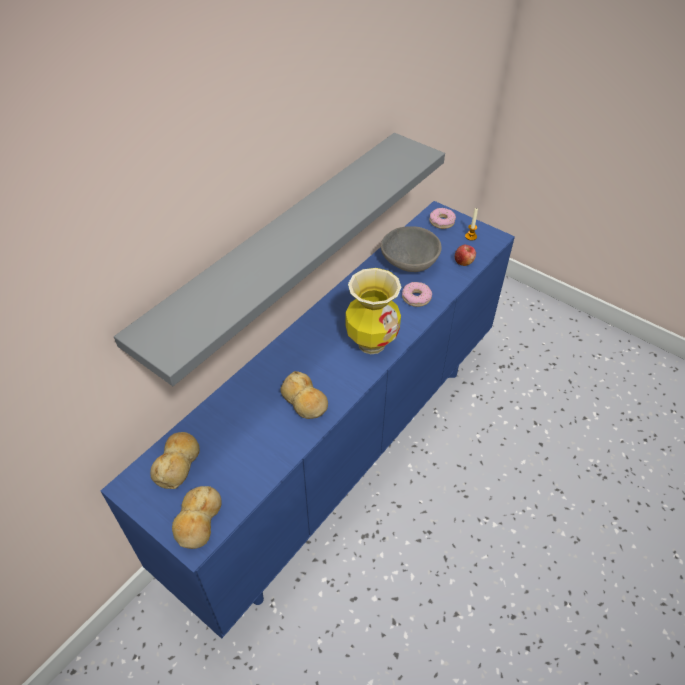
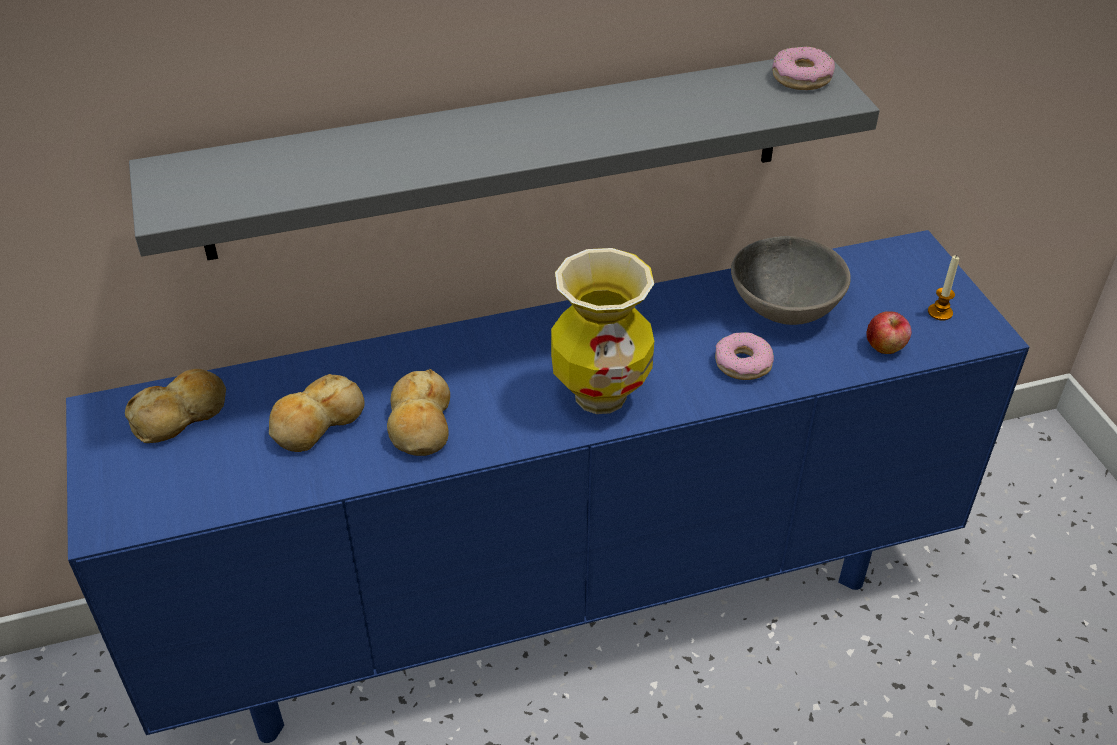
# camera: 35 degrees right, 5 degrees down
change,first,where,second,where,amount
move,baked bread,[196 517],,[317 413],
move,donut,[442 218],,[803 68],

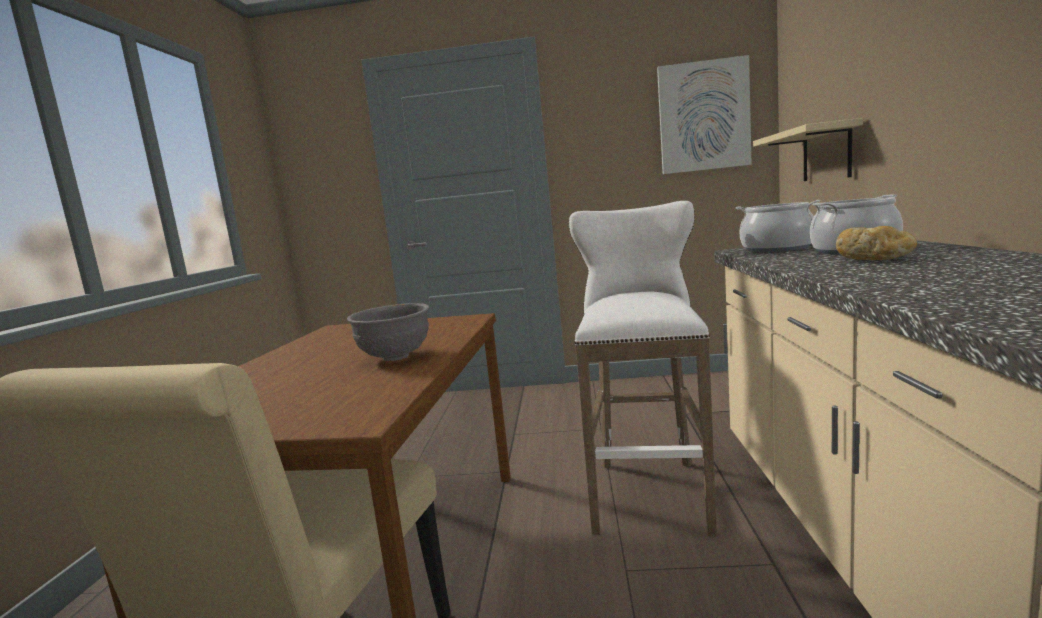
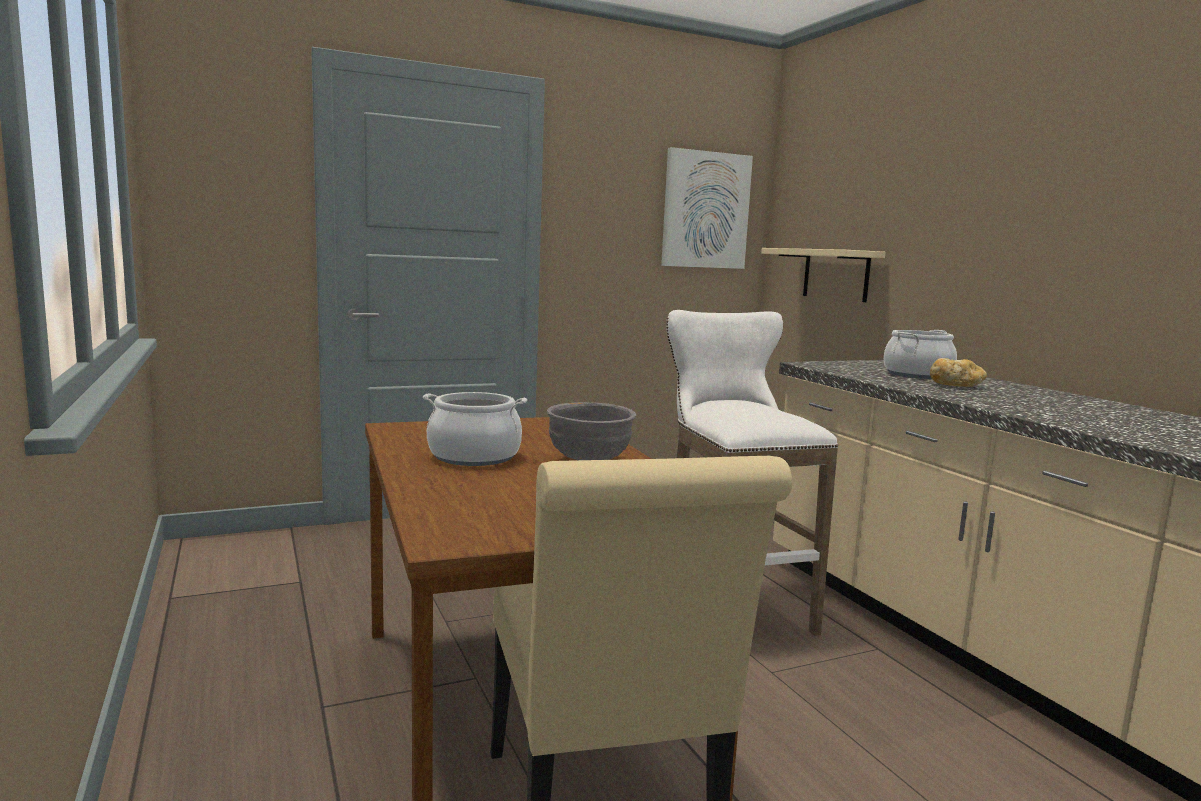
# camera: 30 degrees left, 0 degrees up
change,first,where,second,where,amount
move,cooking pot,[778 226],,[475 429],

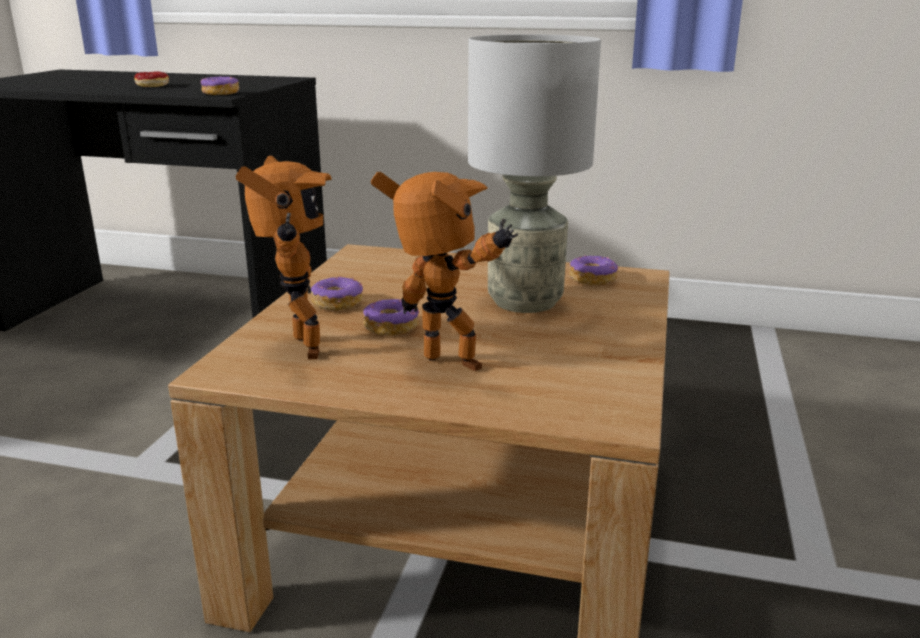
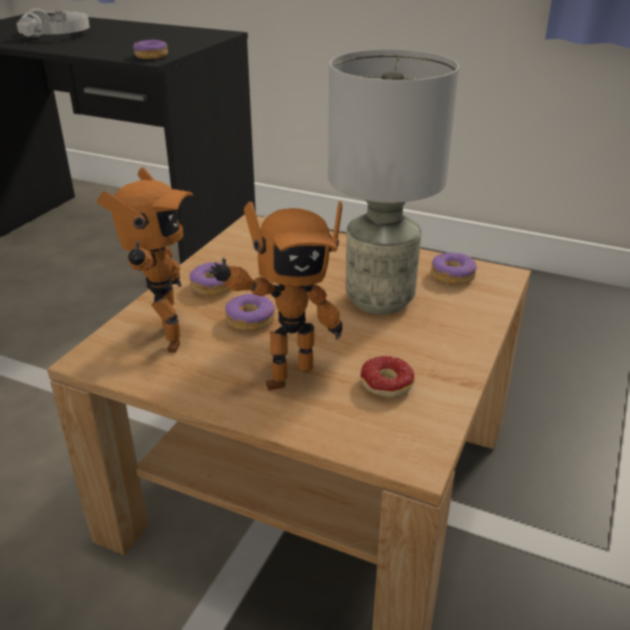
# camera: 10 degrees right, 10 degrees up
change,first,where,second,where,amount
insert,,,pair of headphones (white),[53 23],
rotate,model robot,[444 271],,[275 296],105 degrees clockwise
move,donut,[151 79],,[387 378],

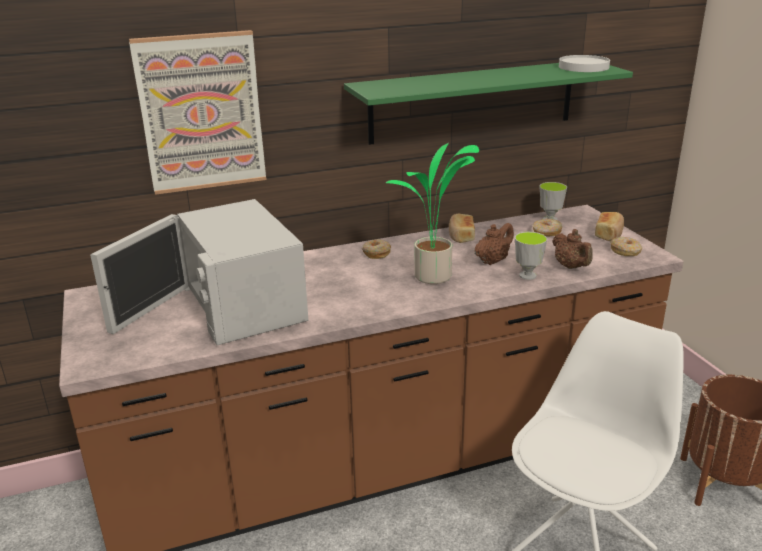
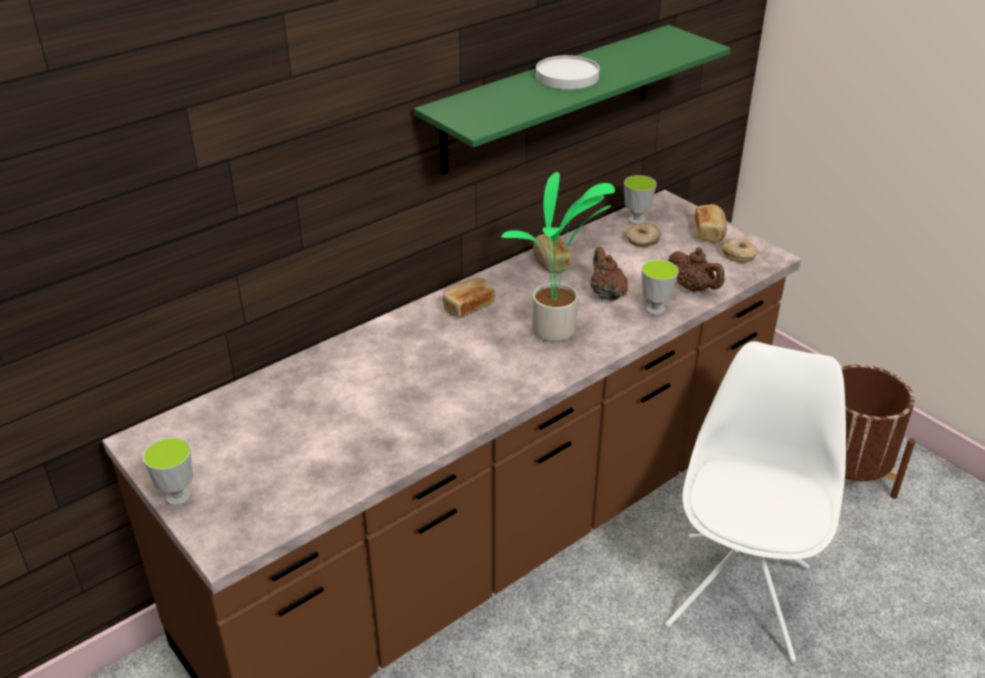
# camera: 20 degrees left, 10 degrees up
change,first,where,second,where,amount
insert,,,drinking cup,[167 471],
replace,donut,[376 249],baked bread,[469 298],
move,plate (white),[584 63],,[568 72],
rotate,pot for tea (brown),[494 244],,[609 274],45 degrees counterclockwise
delete,microwave (white),[199 272],,,
delete,picture,[198 112],,,

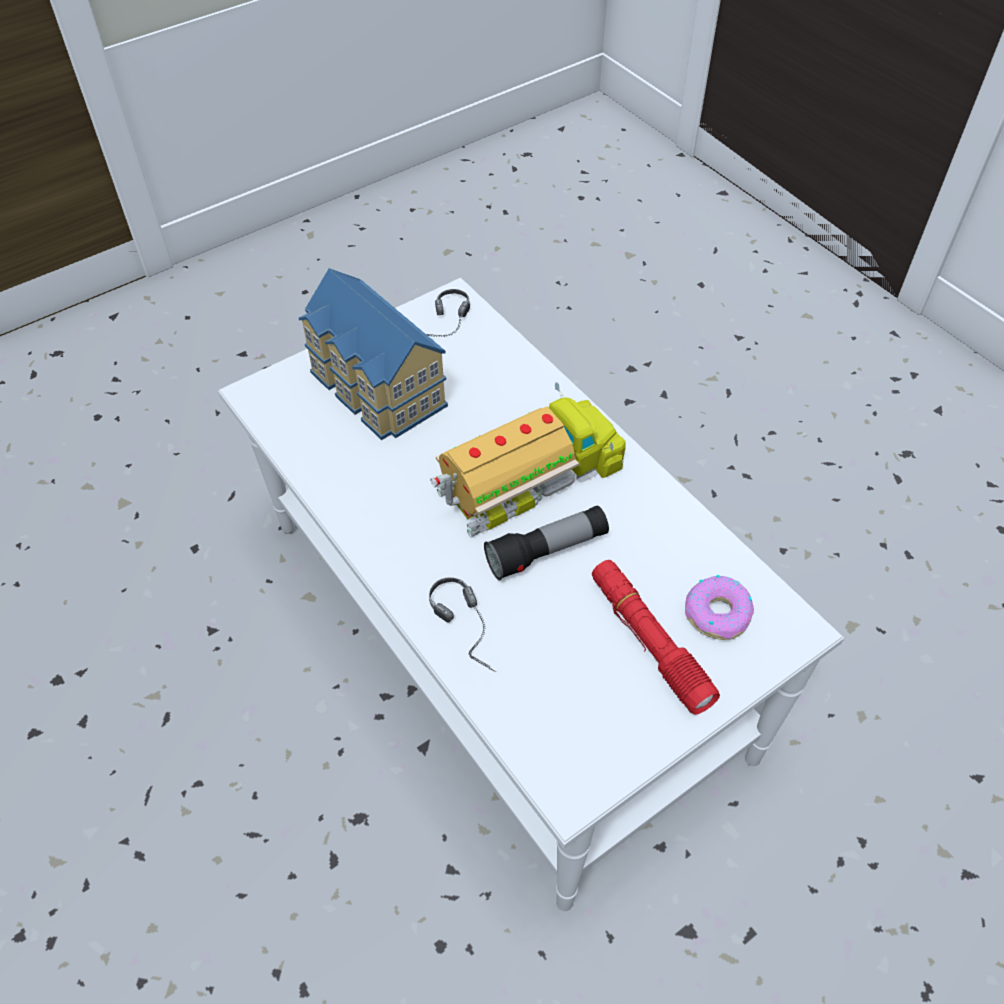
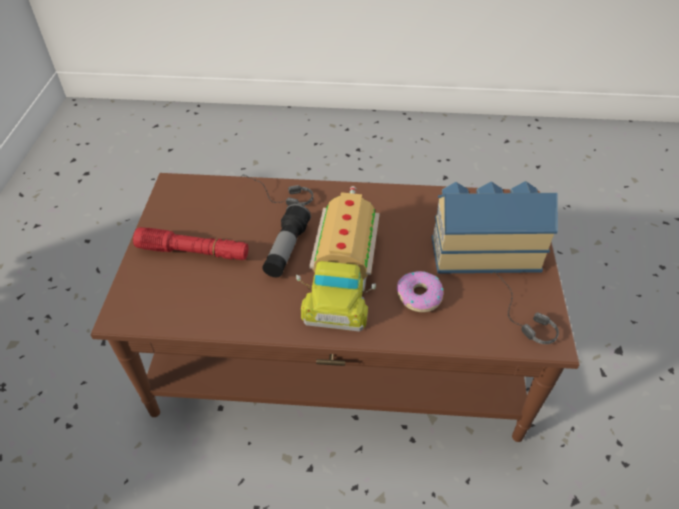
# camera: 130 degrees right, 5 degrees down
change,first,where,second,where,amount
recolor,coffee table (white),[531 594],coffee table (brown),[335 307],
move,donut,[719 607],,[420 291],

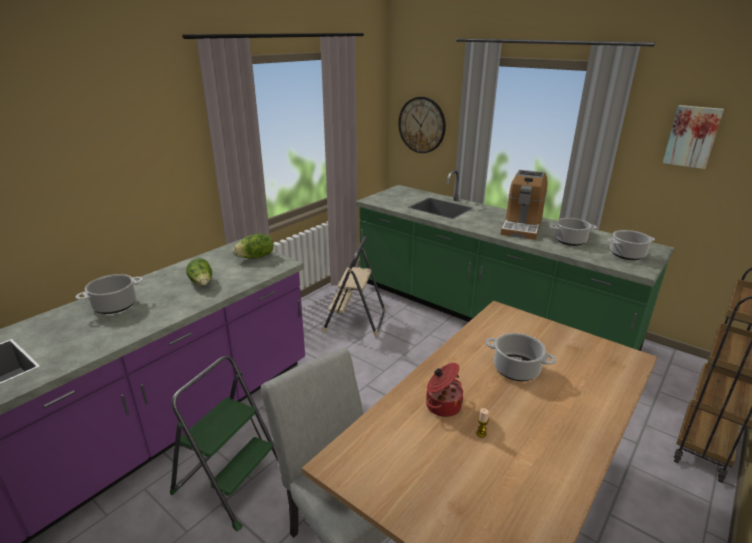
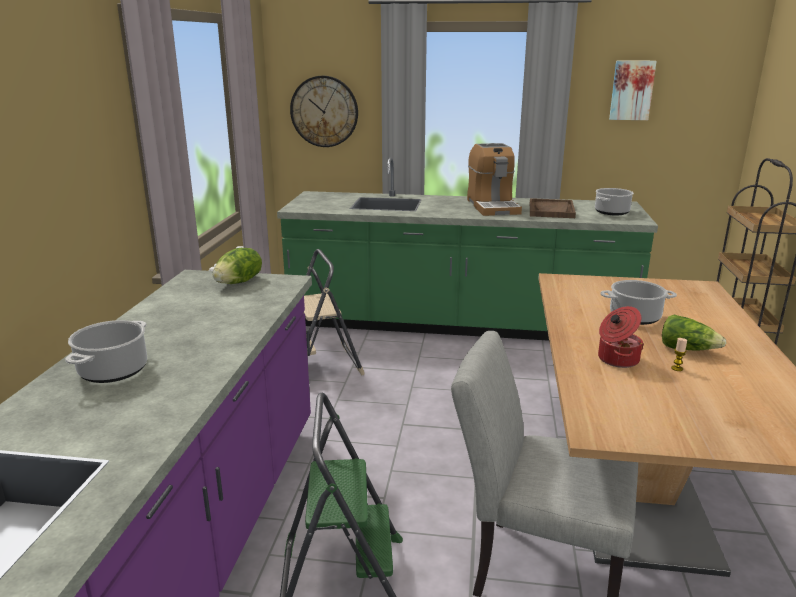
# camera: 30 degrees left, 5 degrees down
change,first,where,second,where,amount
replace,cooking pot,[573 232],tray (brown),[553 208],
move,lettuce head,[199 272],,[694 333],

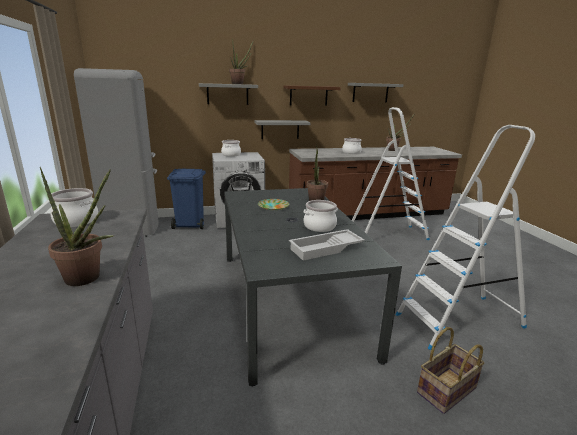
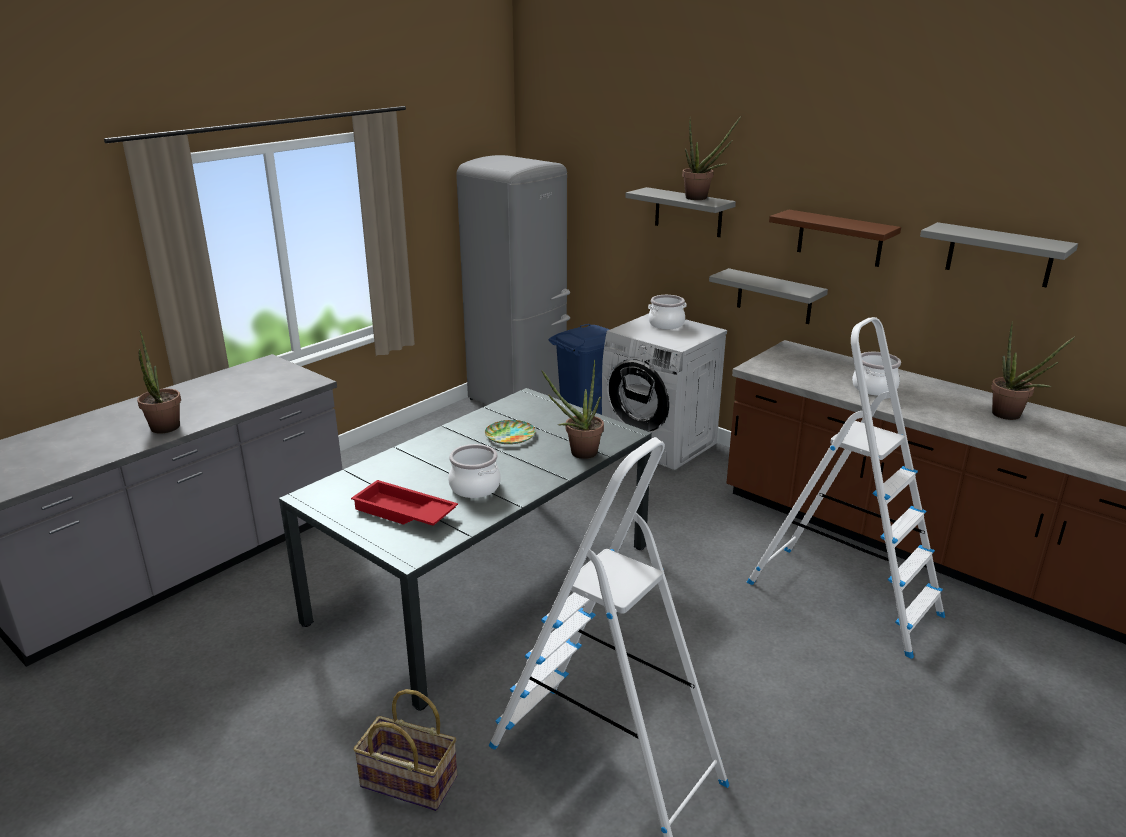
# camera: 55 degrees right, 5 degrees up
change,first,where,second,where,amount
recolor,tray (white),[327 245],tray (red-coloured),[404 503],
delete,cooking pot,[74 207],,,

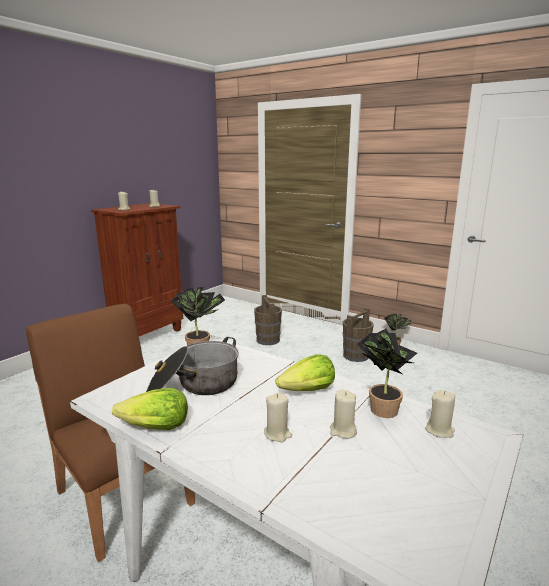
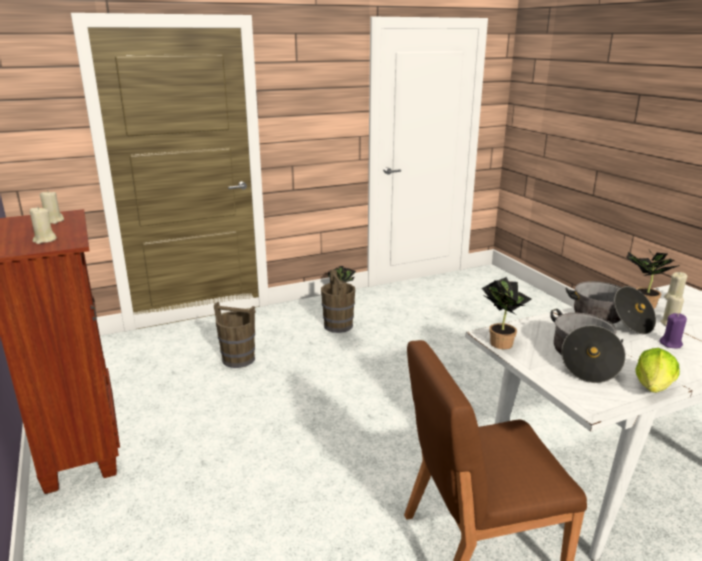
# camera: 60 degrees left, 5 degrees up
change,first,where,second,where,amount
replace,lettuce head,[305 372],cooking pot,[610 308],
recolor,candle (sand-coloured),[278 417],candle (purple),[673 330],

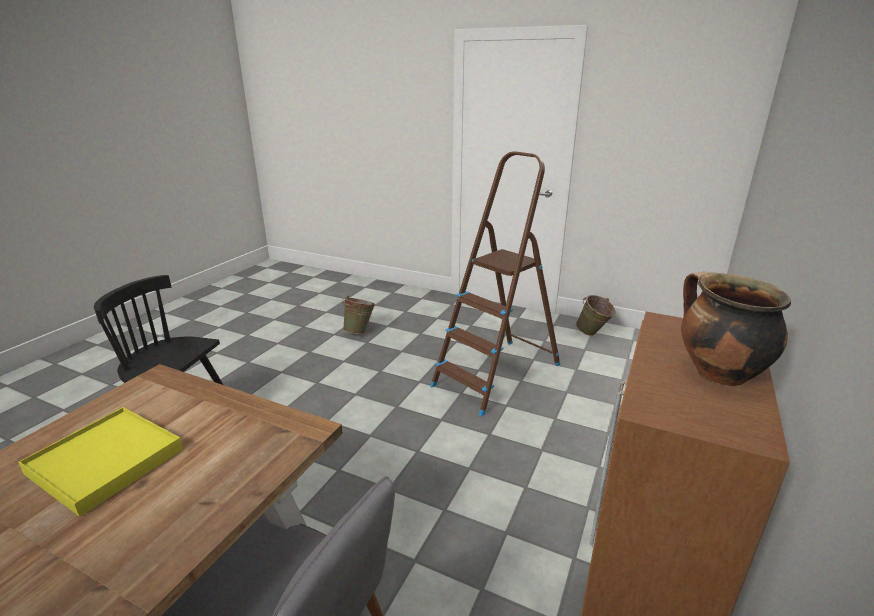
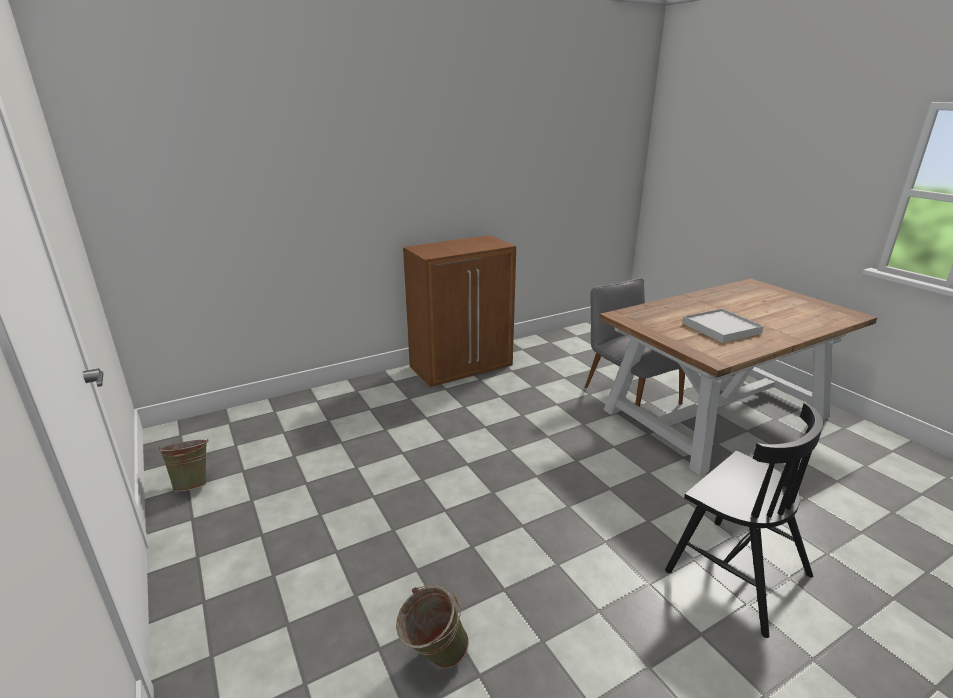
# camera: 145 degrees left, 0 degrees up
change,first,where,second,where,amount
recolor,tray (yellow),[100 462],tray (white),[723 326],
delete,step ladder (brown),[495 283],,,
delete,cooking pot,[736 329],,,

